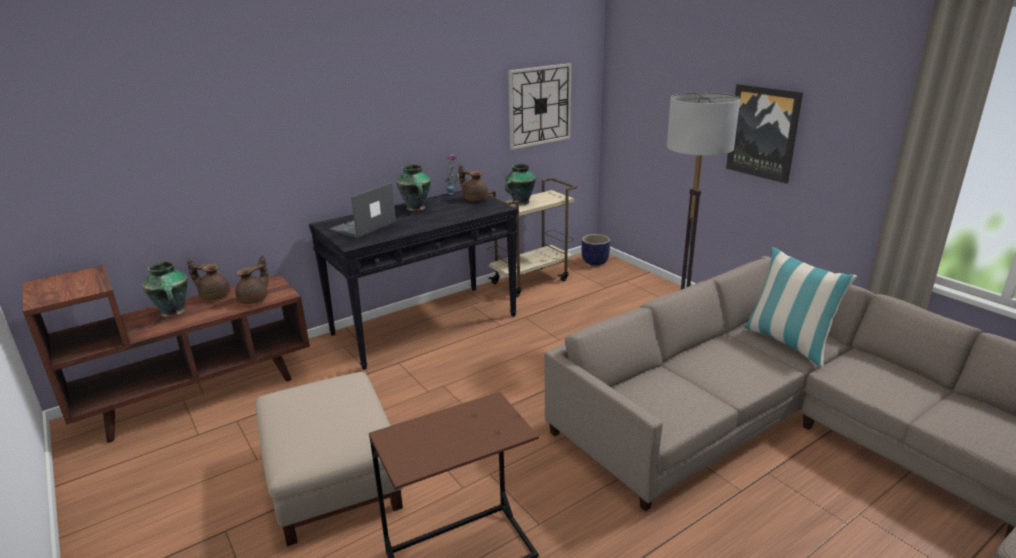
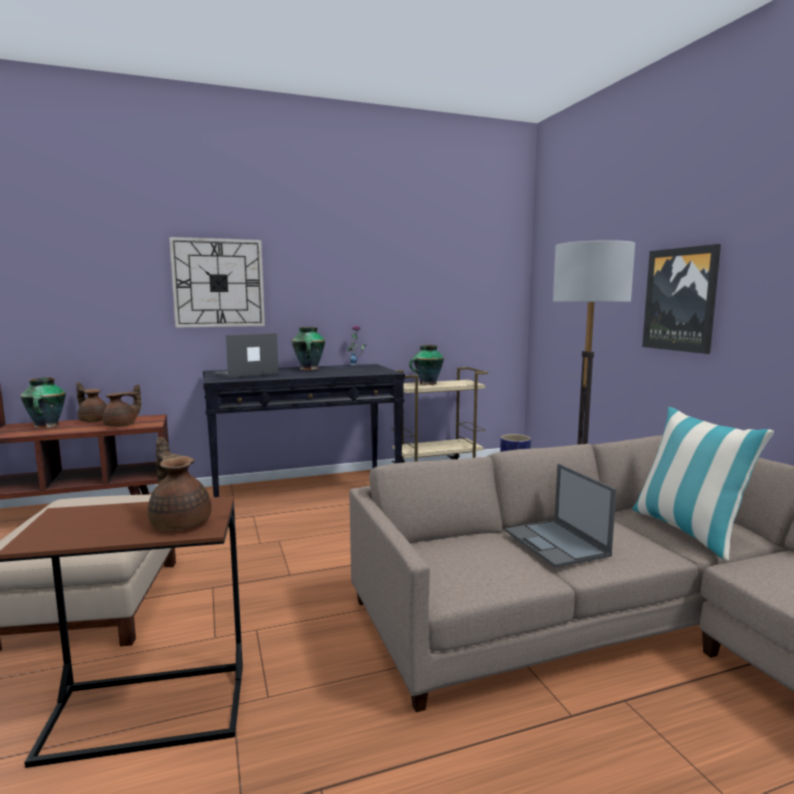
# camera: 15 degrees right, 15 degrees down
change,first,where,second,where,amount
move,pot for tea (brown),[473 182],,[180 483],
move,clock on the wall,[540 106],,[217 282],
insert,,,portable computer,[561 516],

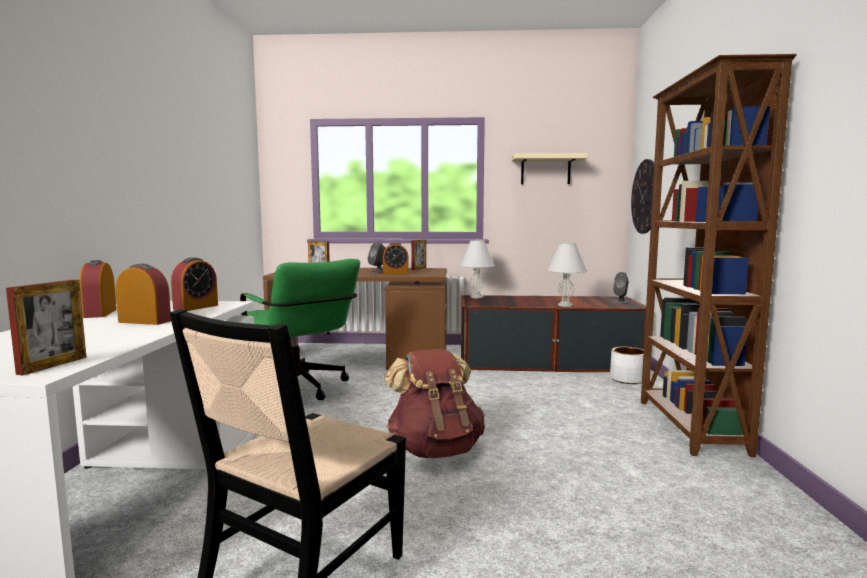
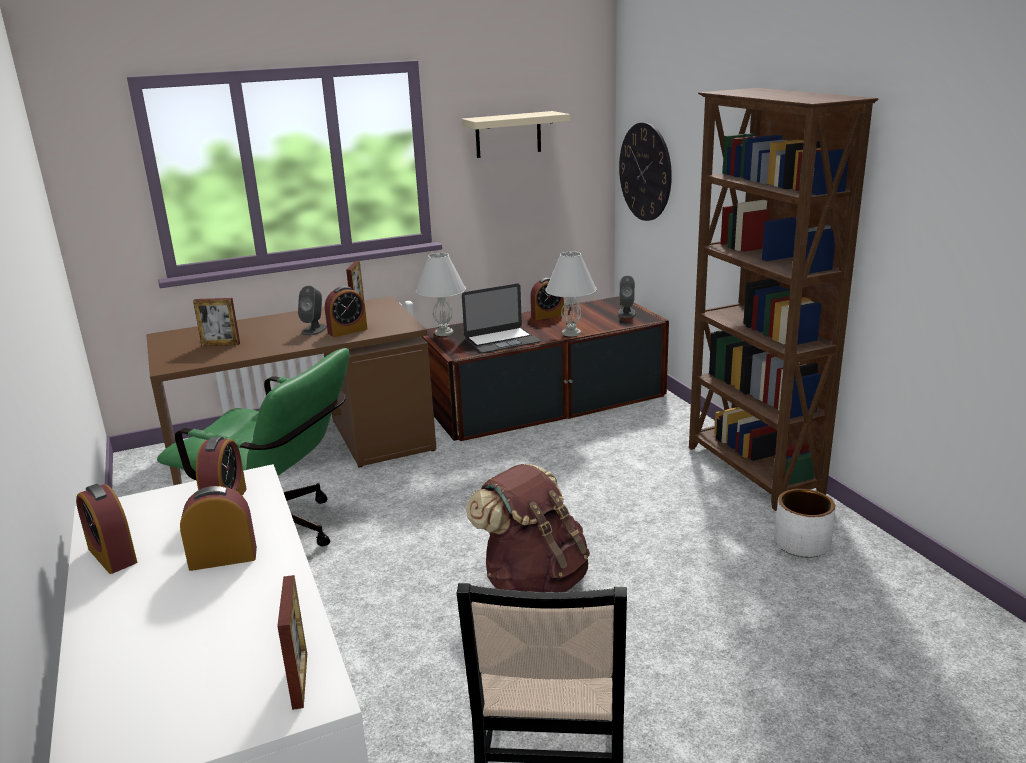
# camera: 25 degrees left, 15 degrees up
change,first,where,second,where,amount
insert,,,portable computer,[501 318],
insert,,,bedside clock,[547 299],
move,flower pot (white),[627 365],,[805 523],

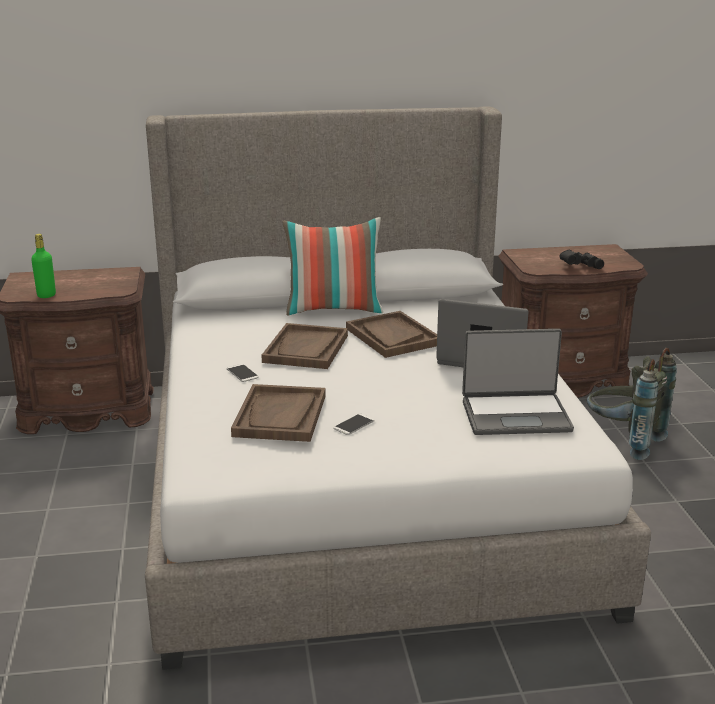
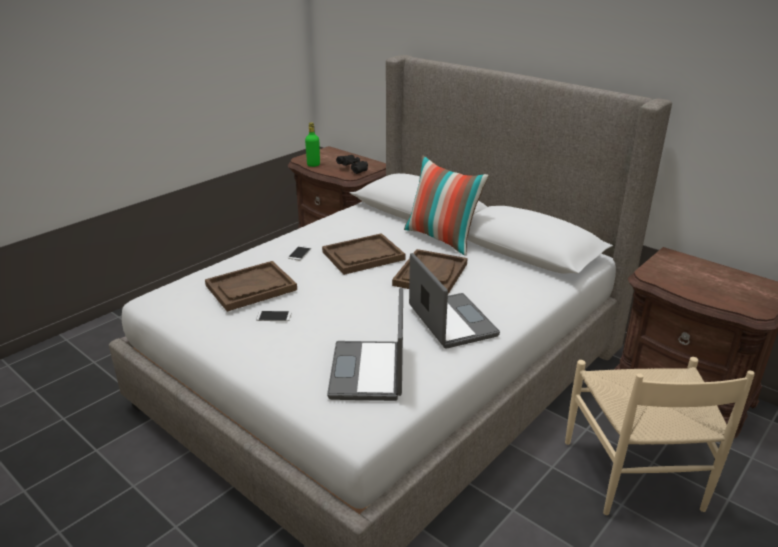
# camera: 50 degrees right, 5 degrees up
change,first,where,second,where,amount
rotate,portable computer,[518 382],,[365 344],45 degrees clockwise
move,pair of binoculars (black),[581 259],,[352 164],
replace,rucksack (greyish),[632 404],plain chair (sand-coloured),[660 436],

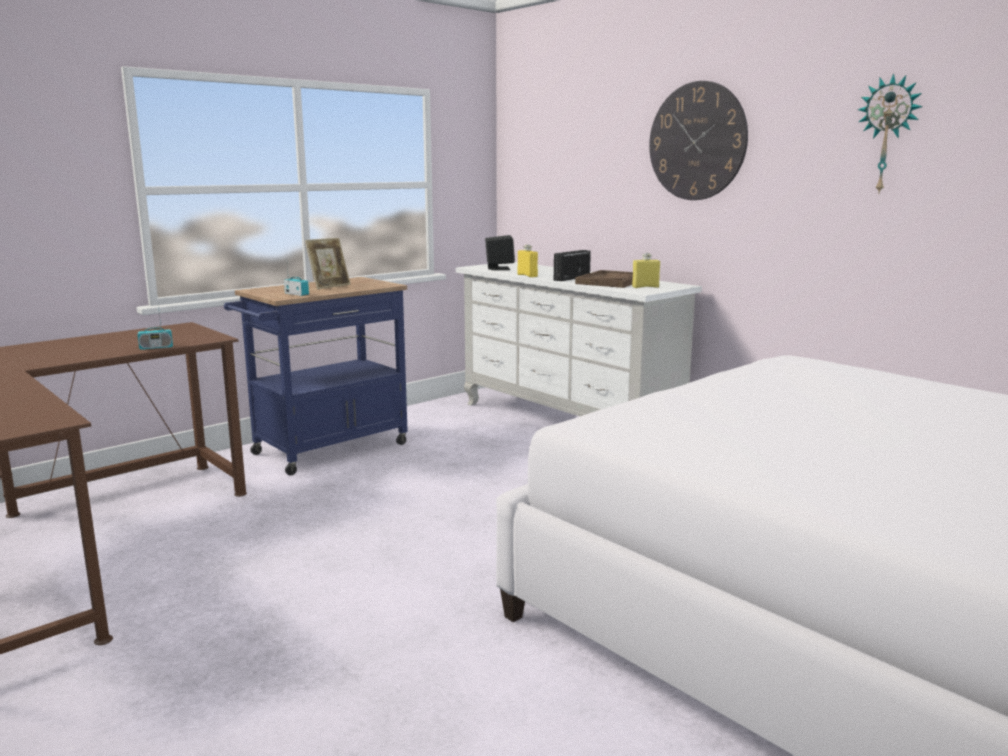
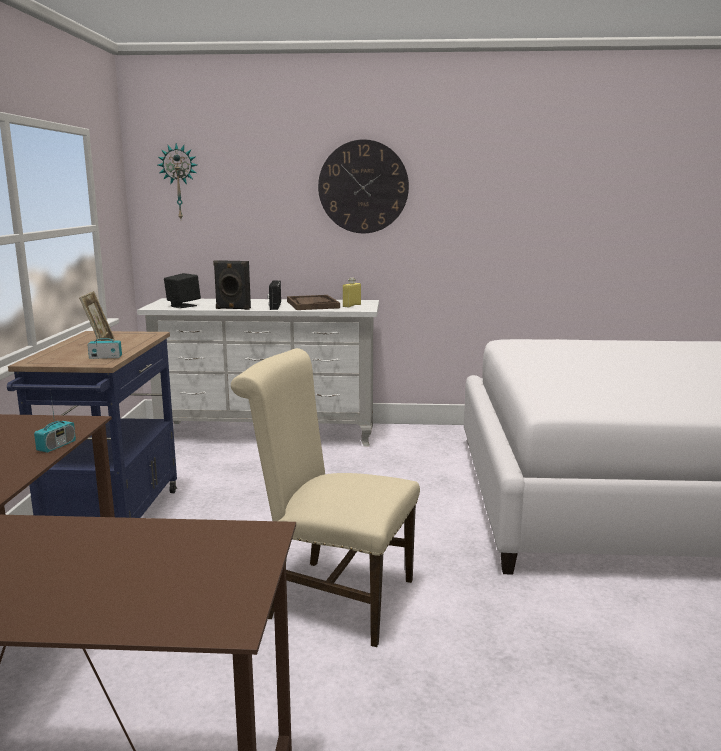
# camera: 45 degrees left, 0 degrees up
change,first,where,second,where,amount
move,clock on the wall,[890 134],,[177 181],
replace,beverage bottle (yellow),[527 260],loudspeaker (black),[232 285],
insert,,,plain chair (sand-coloured),[325 497],

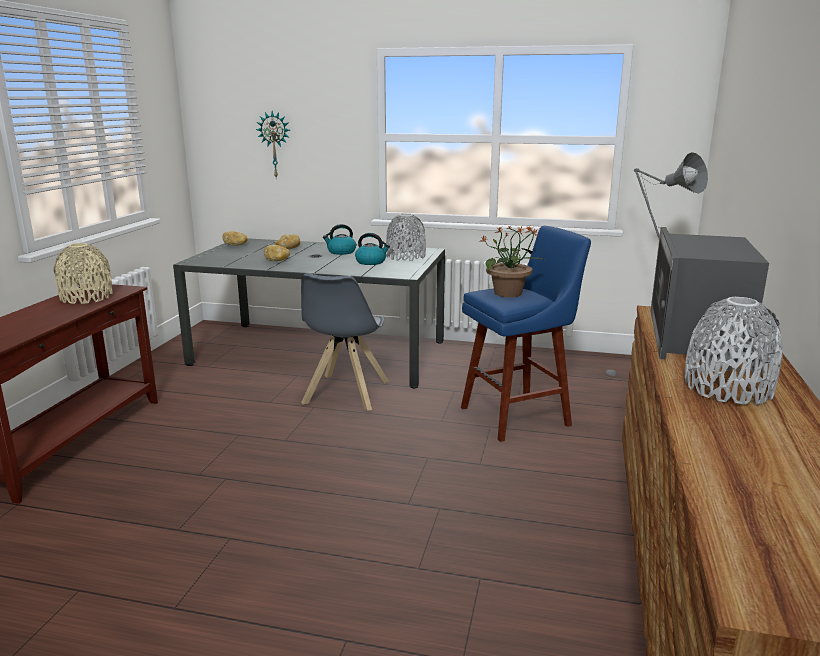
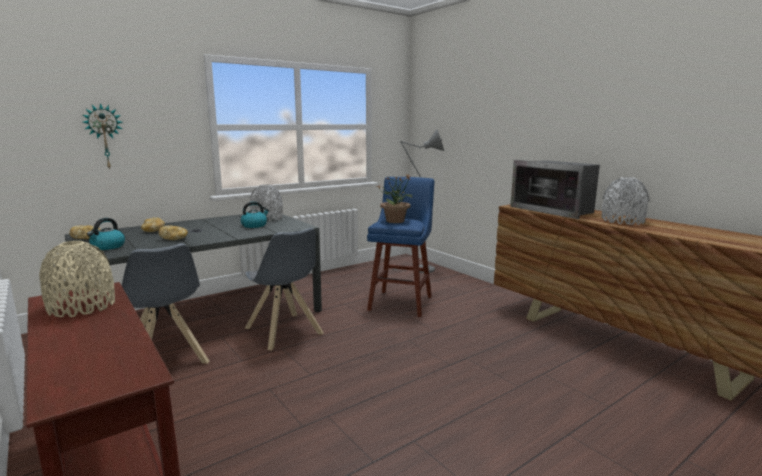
# camera: 50 degrees left, 5 degrees down
change,first,where,second,where,amount
move,kettle,[339 239],,[106 234],
insert,,,plain chair (greyish),[166 303],

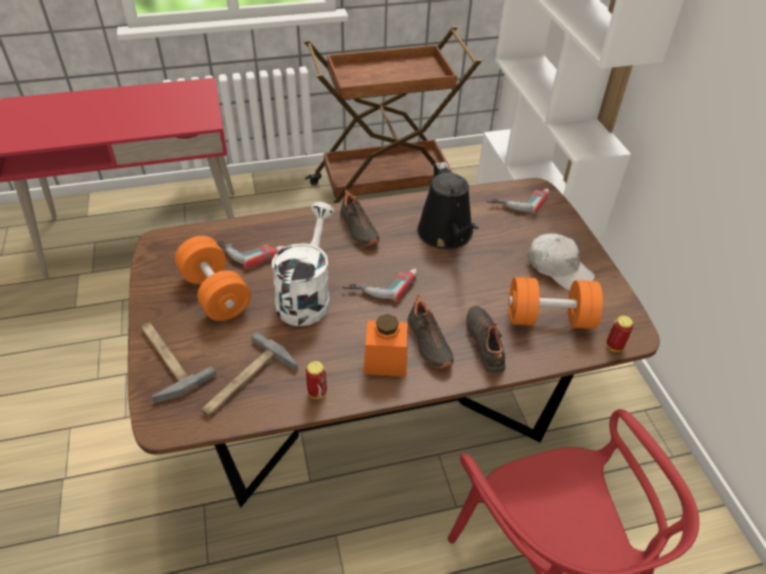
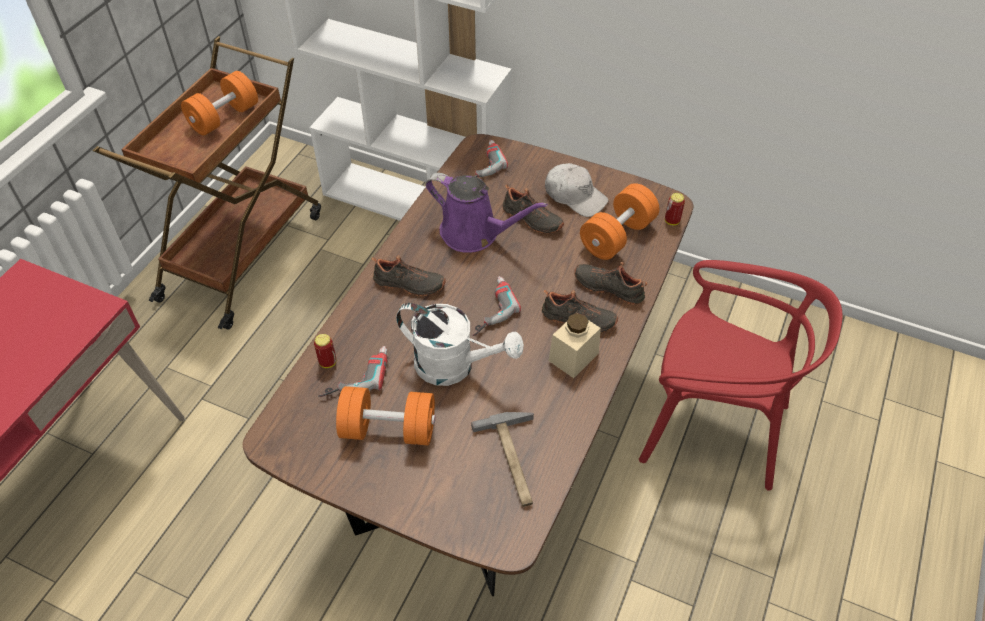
# camera: 50 degrees left, 5 degrees up
change,first,where,second,where,amount
insert,,,free weight (orangey),[219 103],
move,sealed can,[316 380],,[325 351],
rotate,sprinkling can (white),[303 264],,[460 344],150 degrees clockwise
recolor,sprinkling can (black),[447 205],sprinkling can (purple),[487 213],
insert,,,item of footwear (black),[533 209],
rotate,cap (white),[561 262],,[577 190],45 degrees clockwise
recolor,preserve jar (orangey),[385 345],preserve jar (sand-coloured),[574 345],
delete,tool hammer,[178 362],,,

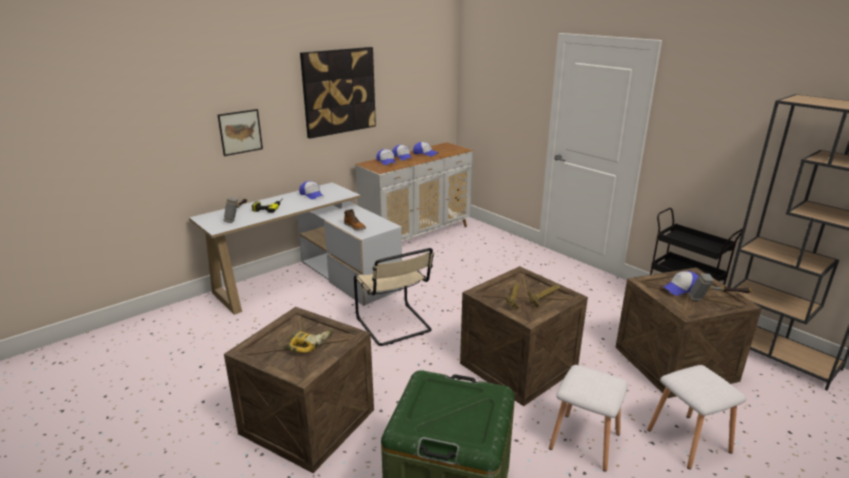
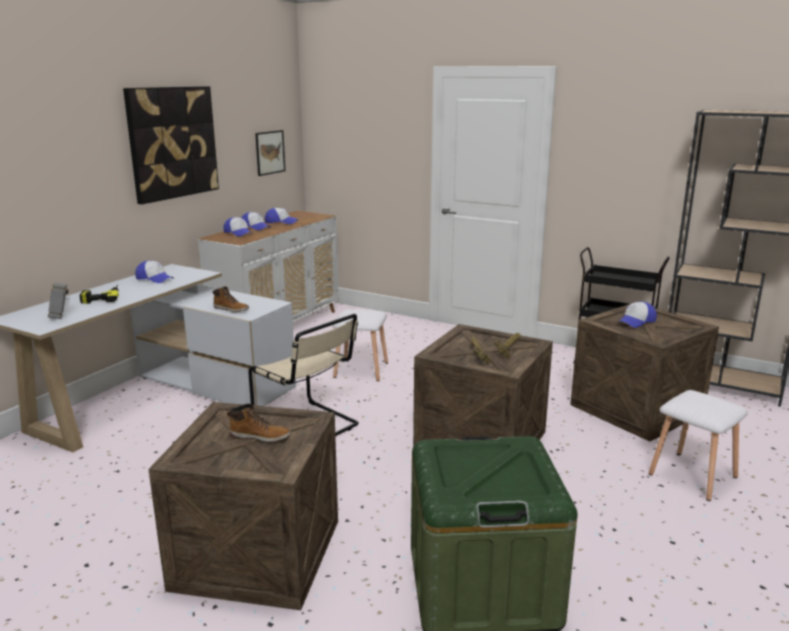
# camera: 20 degrees left, 5 degrees down
change,first,where,second,where,amount
replace,power drill,[306 339],high-top boot,[259 423],
move,picture,[240 132],,[270 153],
move,stool (white),[588 418],,[360 345],
delete,tool hammer,[720 287],,,

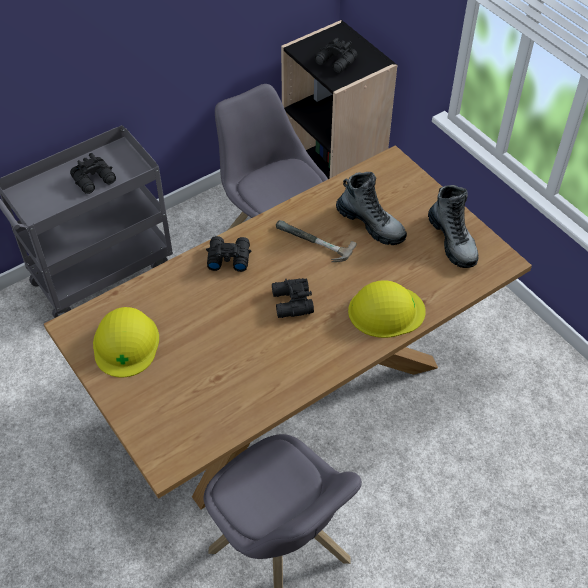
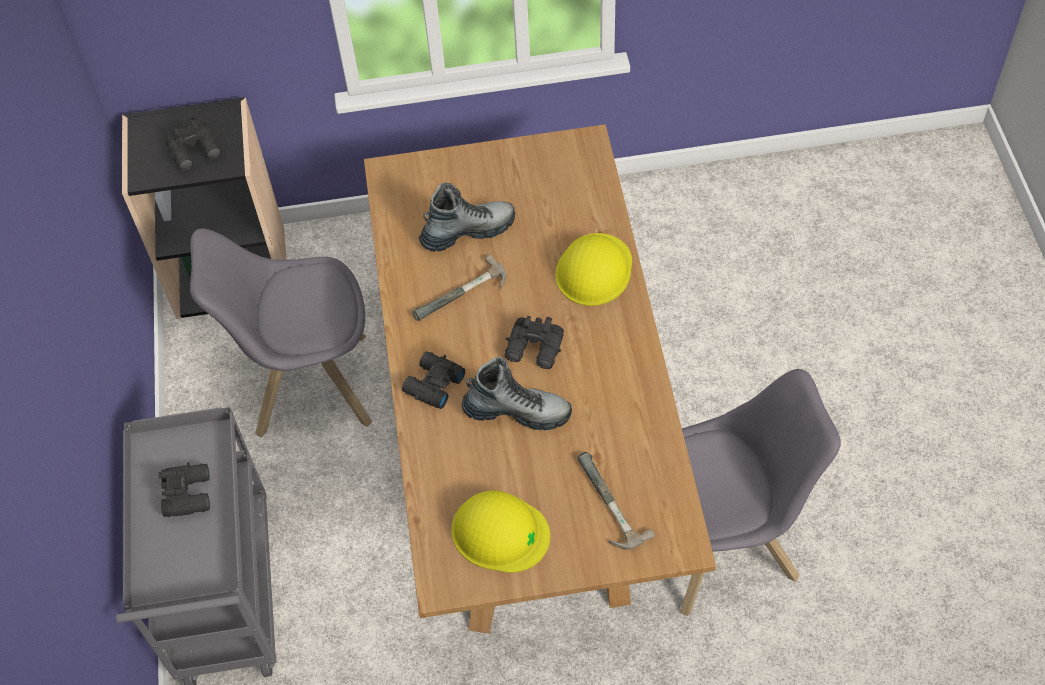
# camera: 60 degrees left, 5 degrees up
change,first,where,second,where,amount
move,high-top boot,[453 226],,[517 393],
insert,,,tool hammer,[616 501],

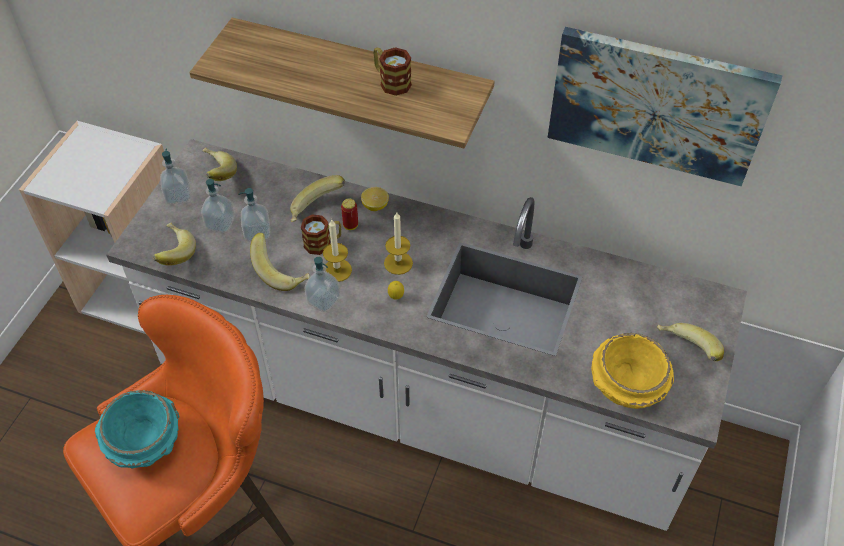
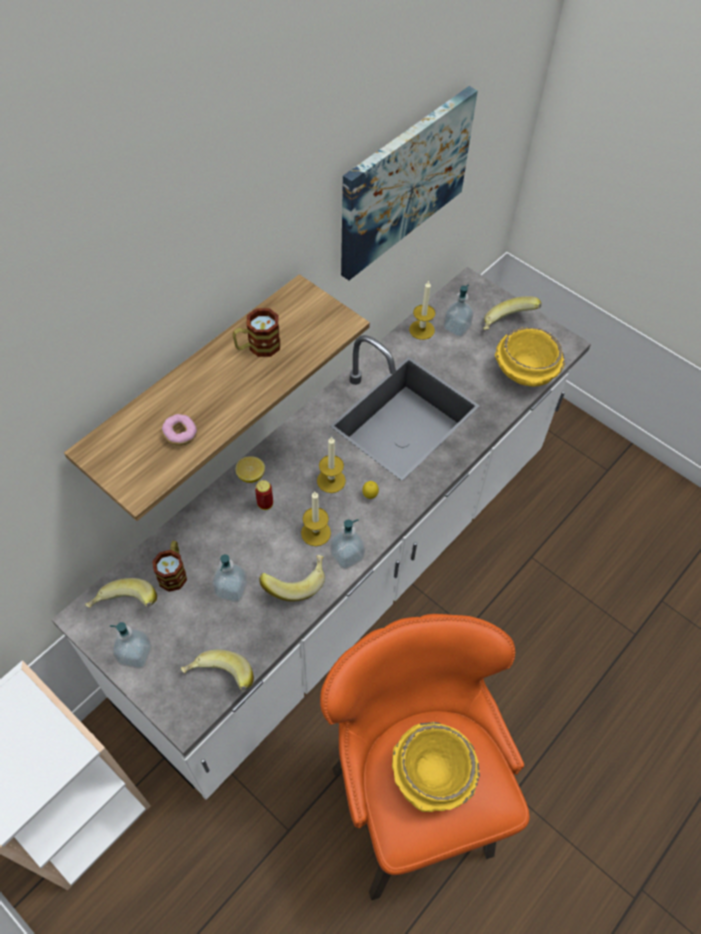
# camera: 70 degrees left, 5 degrees up
change,first,where,second,where,amount
move,coffee mug,[321 235],,[169 566],
insert,,,donut,[179 430],
recolor,serving bowl (turquoise),[137 429],serving bowl (yellow),[436 767],
insert,,,candle,[422 310],
move,soap dispenser,[218 206],,[458 311],
delete,banana,[317 198],,,

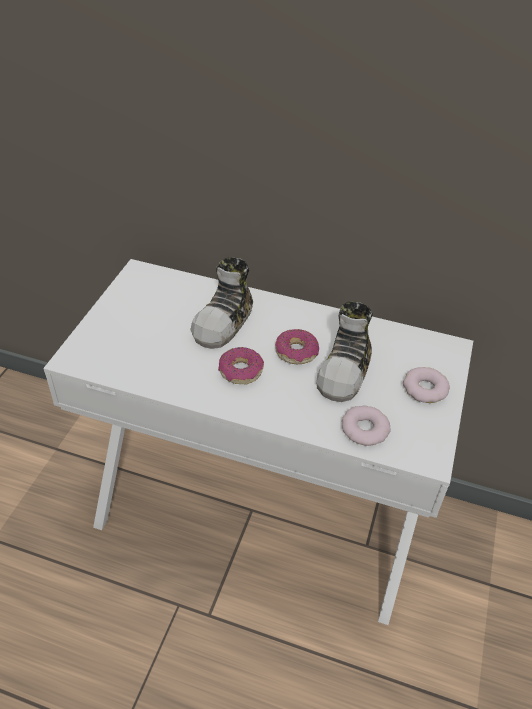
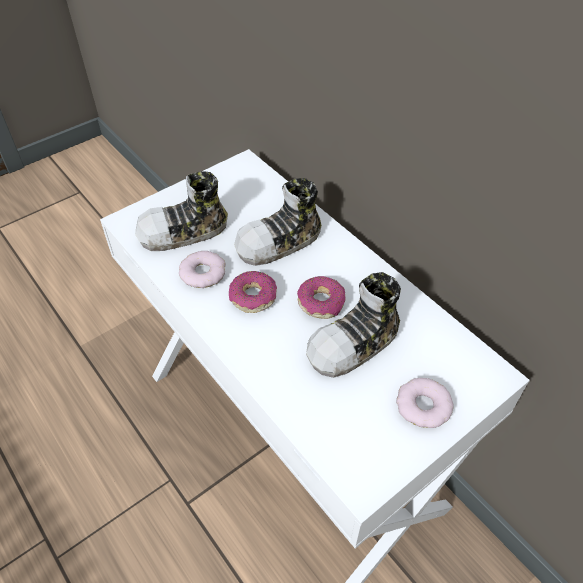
# camera: 35 degrees right, 5 degrees up
change,first,where,second,where,amount
insert,,,item of footwear,[182 211],
move,donut,[366 425],,[202 269],

